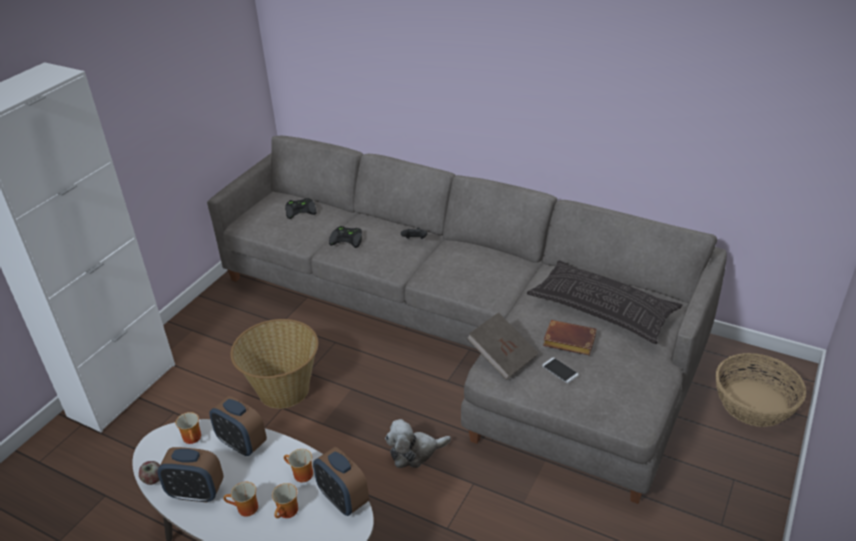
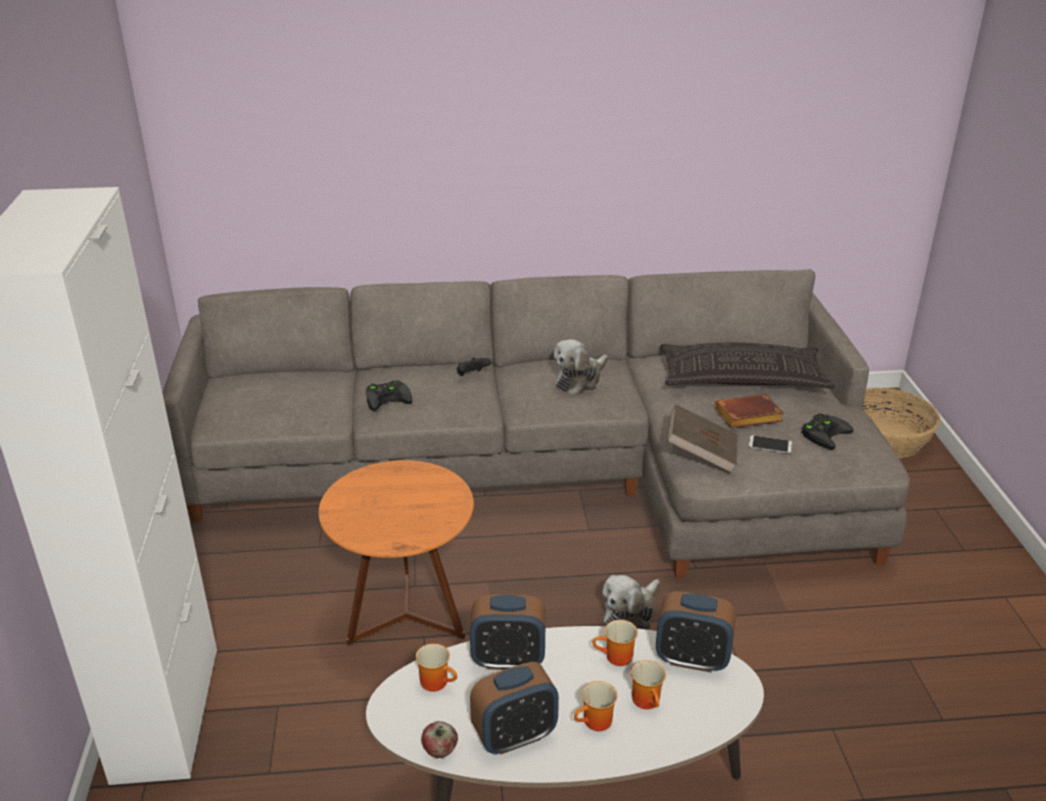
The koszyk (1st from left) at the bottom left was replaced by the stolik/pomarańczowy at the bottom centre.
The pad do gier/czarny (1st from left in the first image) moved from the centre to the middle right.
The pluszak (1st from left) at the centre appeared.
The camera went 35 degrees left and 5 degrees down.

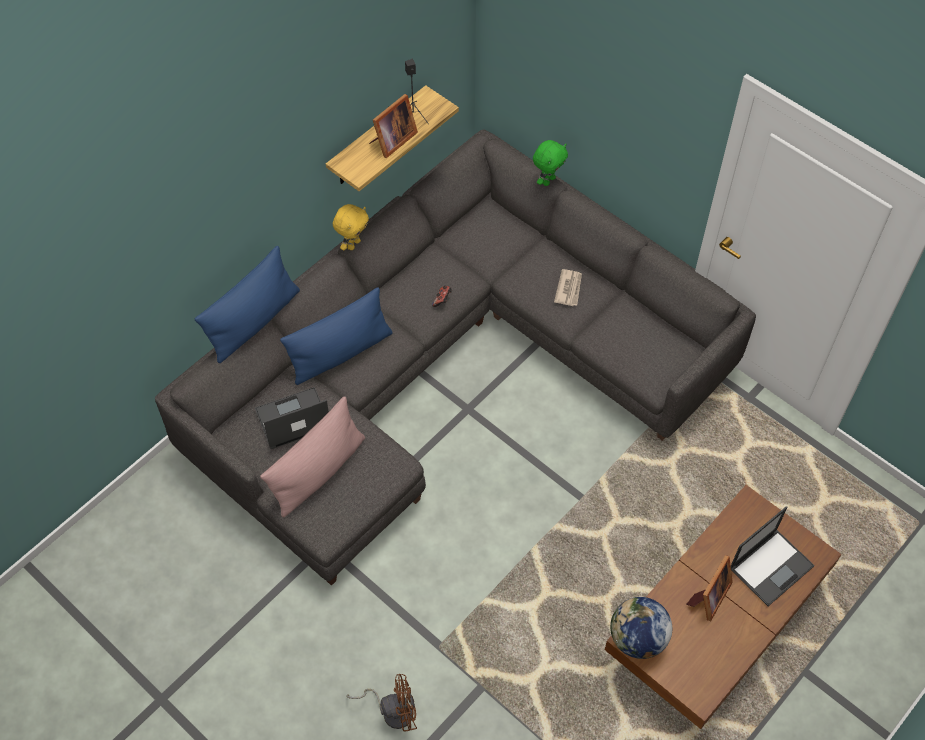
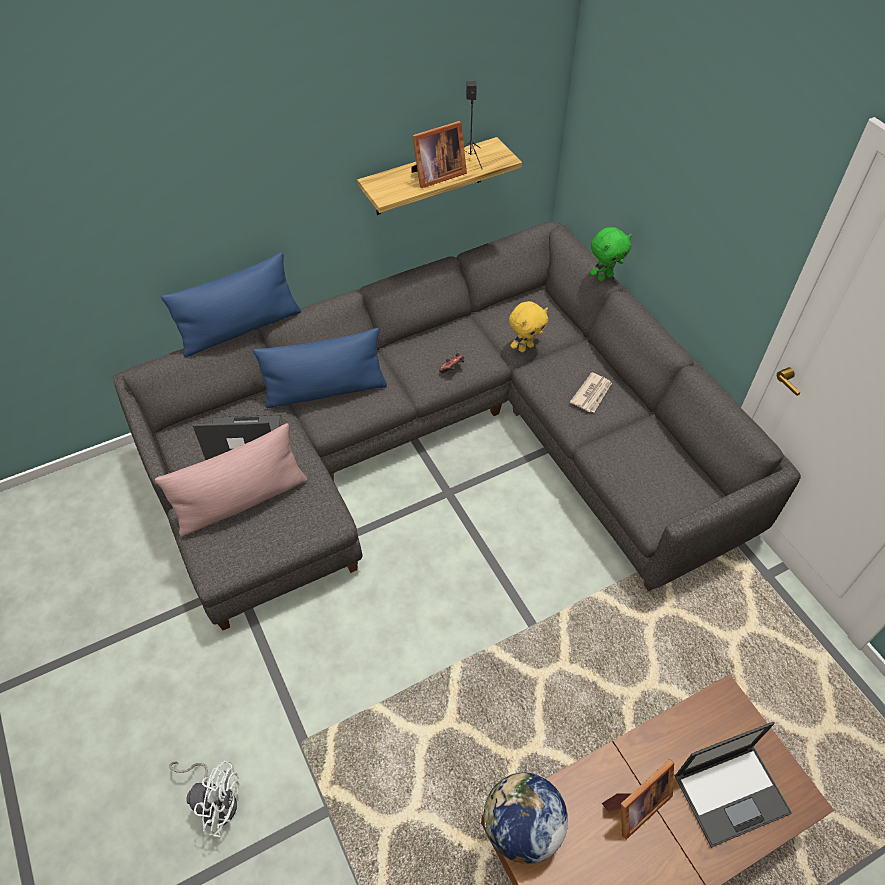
The pluszak/żółty moved from the top centre to the centre.
The wentylator/brązowy at the bottom centre became the wentylator/biały at the bottom left.
The camera went 20 degrees right and 5 degrees down.

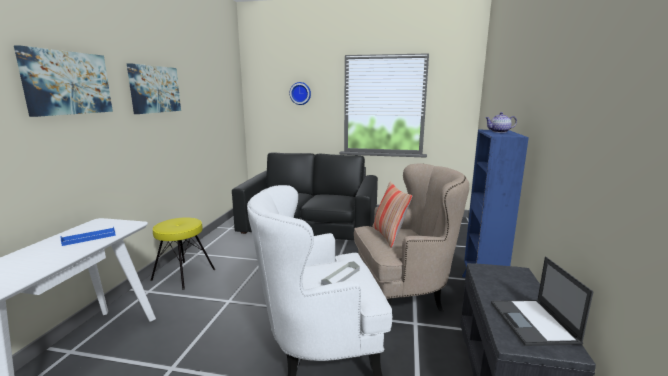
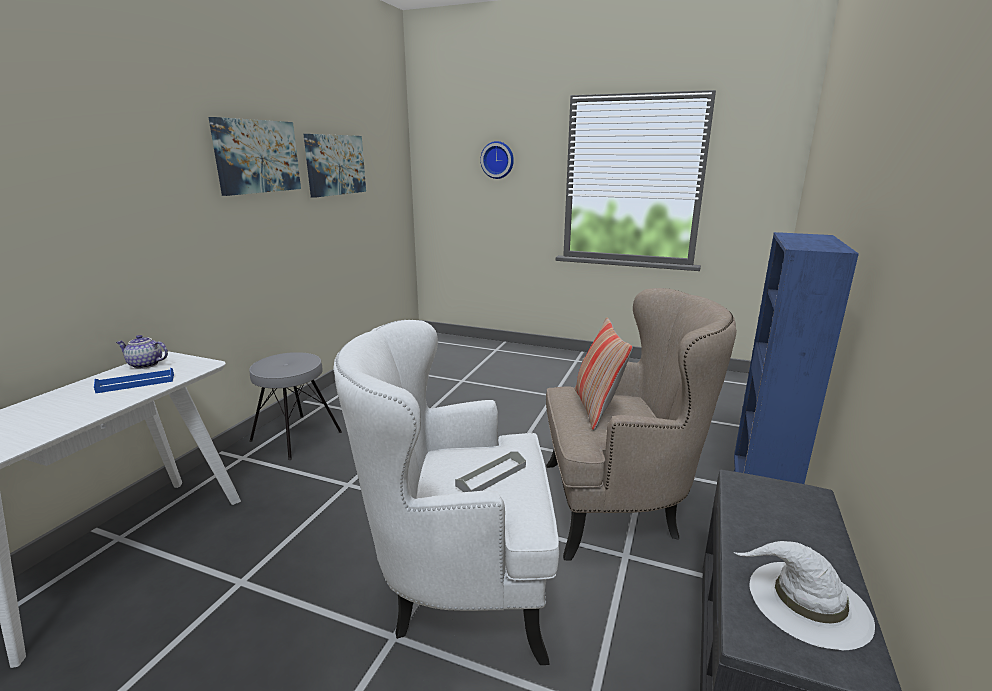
The obraz (1st from left in the first image) moved from the top left to the top centre.
The stołek/żółty at the bottom left became the stołek/szary at the middle left.
The kanapa/czarny at the centre disappeared.
The imbryk moved from the top right to the middle left.
The laptop at the bottom right was replaced by the kapelusz/biały at the bottom right.
The camera went 10 degrees right and 5 degrees up.

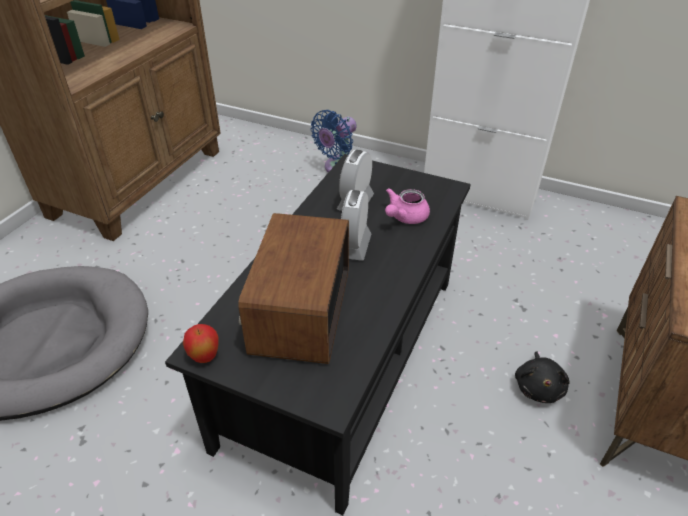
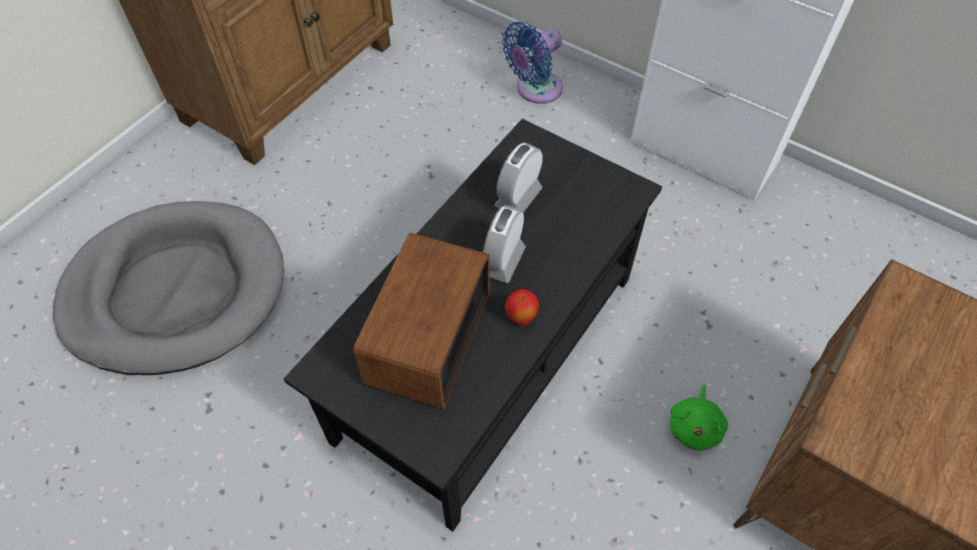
The jabłko moved from the middle left to the centre.
The imbryk/różowy at the centre disappeared.
The pluszak/czarny at the bottom right became the pluszak/zielony at the bottom right.
The camera went 10 degrees right and 15 degrees up.

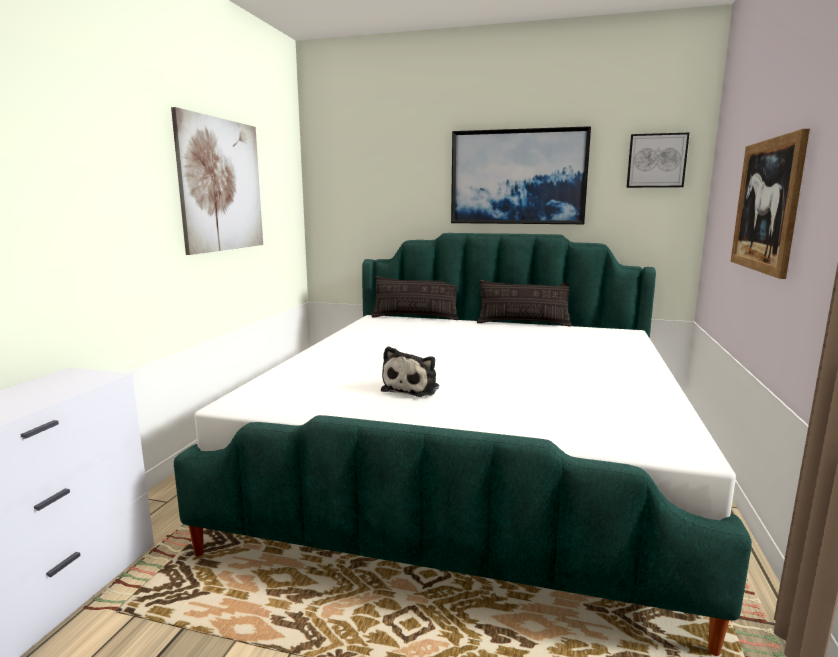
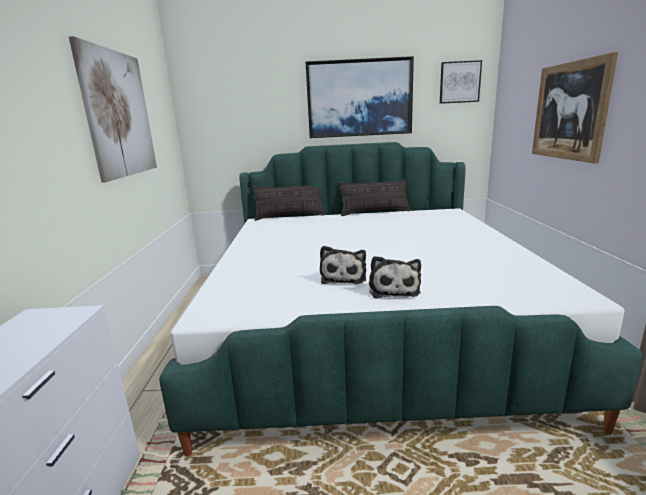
The pluszak (2nd from left) at the centre appeared.
The camera went 15 degrees left and 5 degrees up.

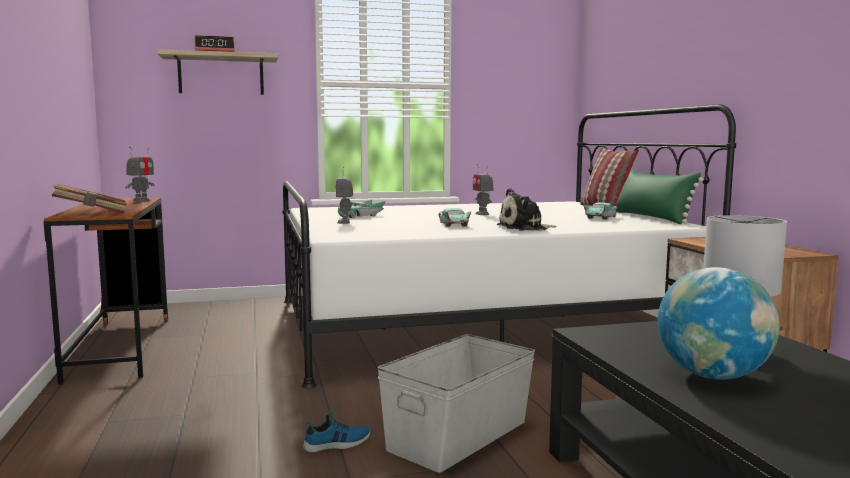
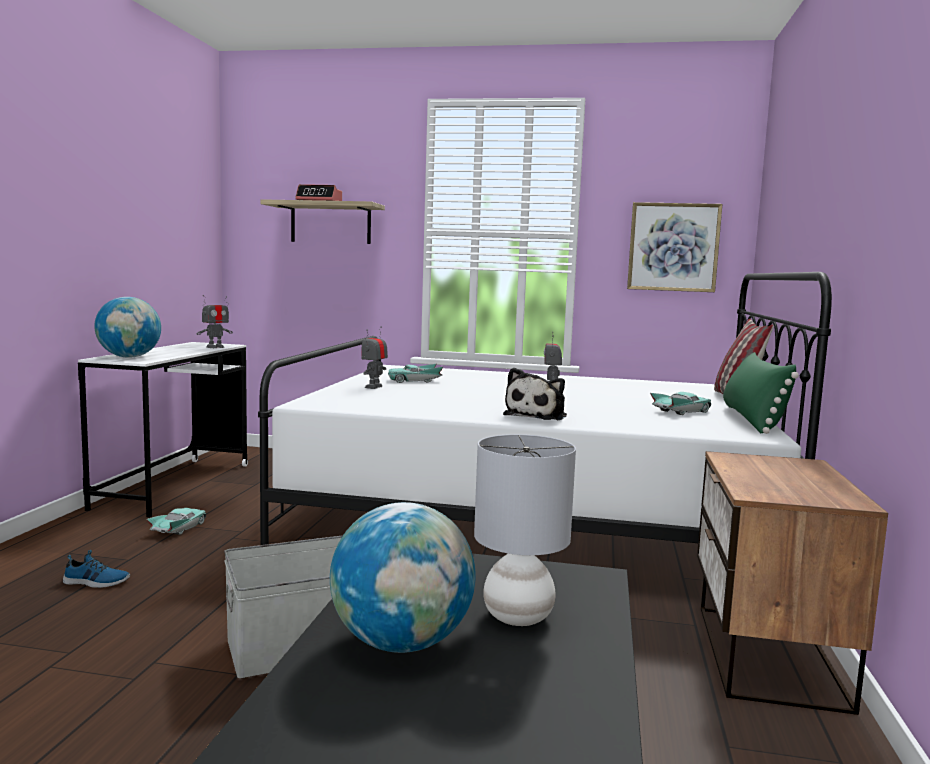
The biurko/brązowy at the middle left became the biurko/biały at the middle left.
The książka/brązowy at the middle left was replaced by the globus (1st from left) at the middle left.
The but moved from the bottom centre to the bottom left.
The samochodzik/turkusowy (2nd from left in the first image) moved from the centre to the bottom left.
The pluszak at the centre turned 75 degrees counterclockwise.
The obraz at the top right appeared.
The camera went 25 degrees right and 0 degrees up.

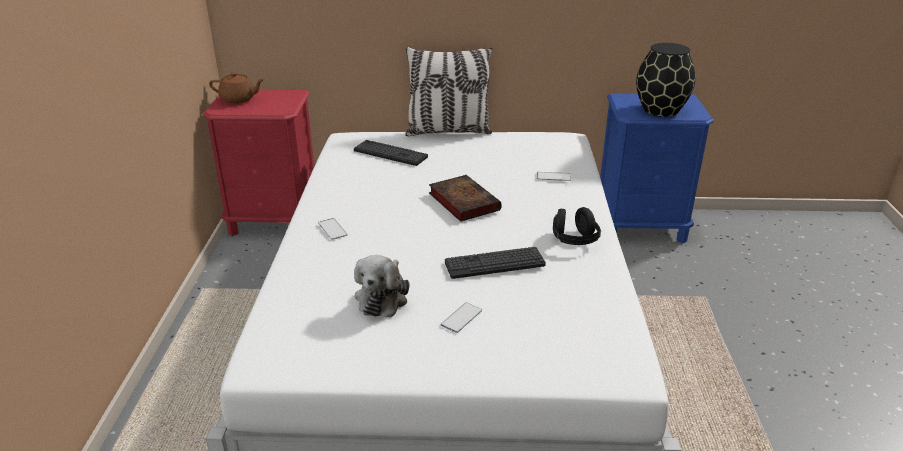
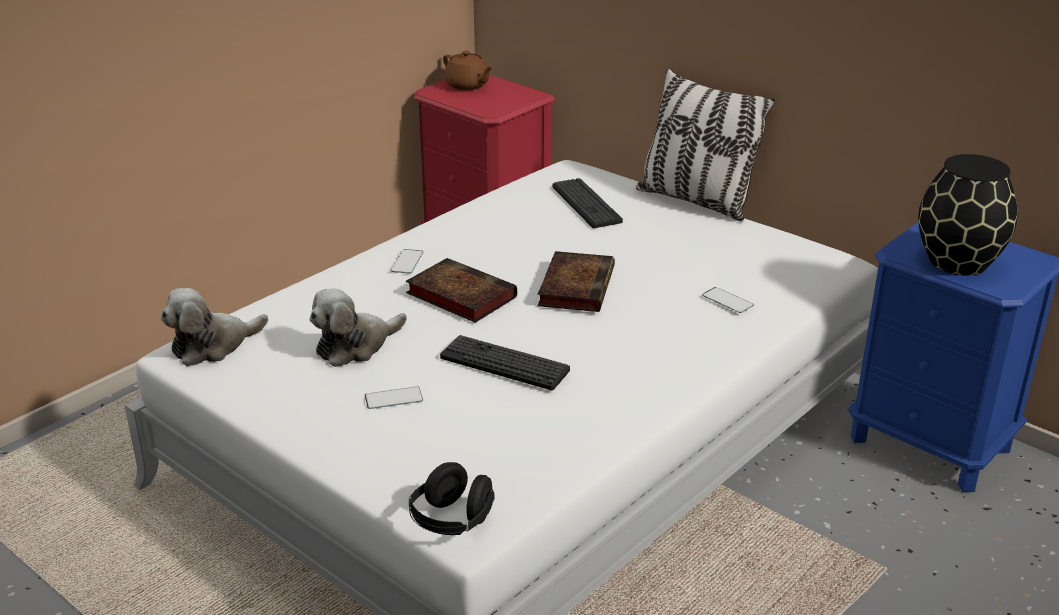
The słuchawki/czarny moved from the centre to the bottom centre.
The pluszak (1st from left) at the middle left appeared.
The książka (1st from left) at the centre appeared.
The camera went 40 degrees right and 0 degrees up.

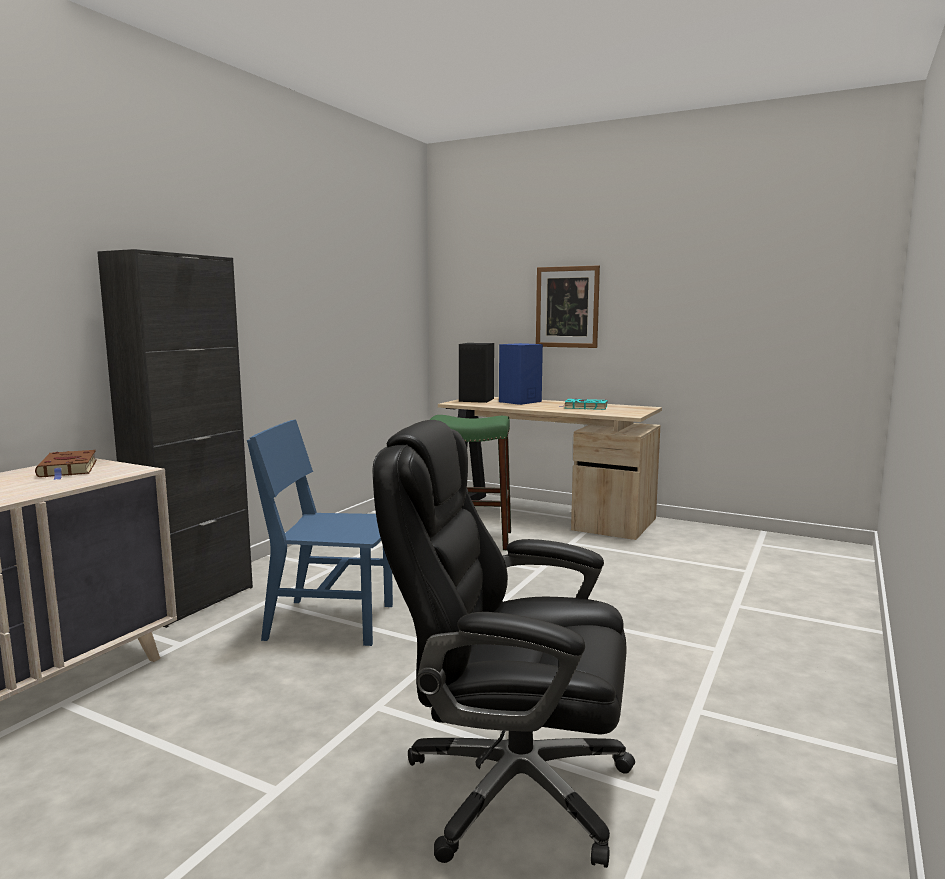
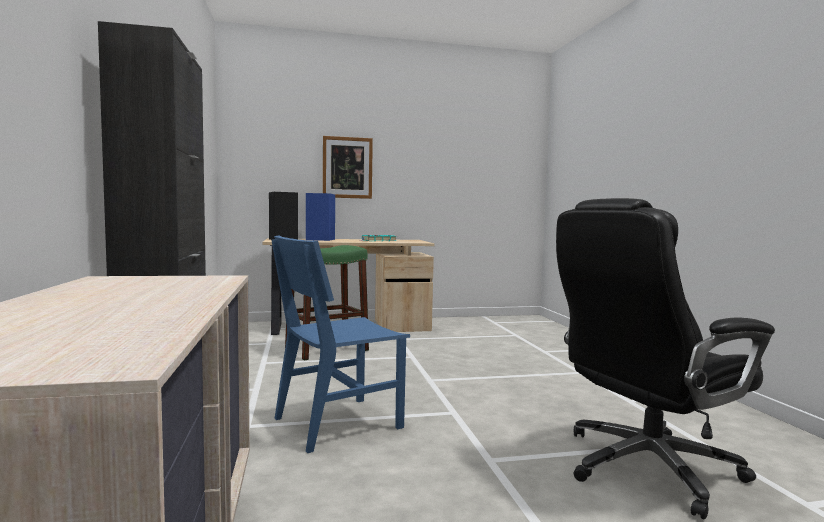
The książka/brązowy at the middle left disappeared.
The camera went 40 degrees left and 5 degrees down.

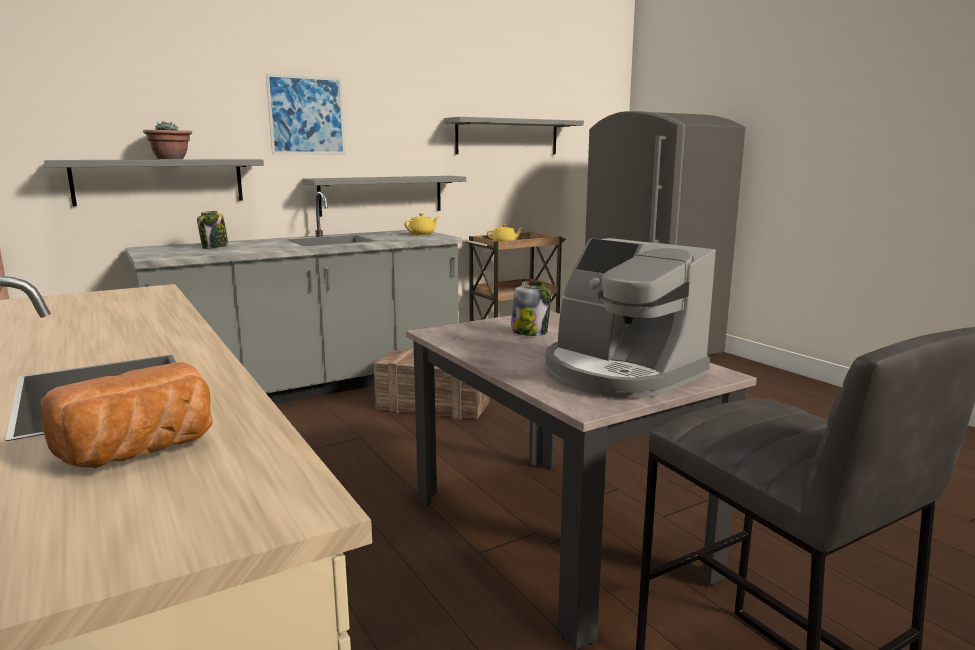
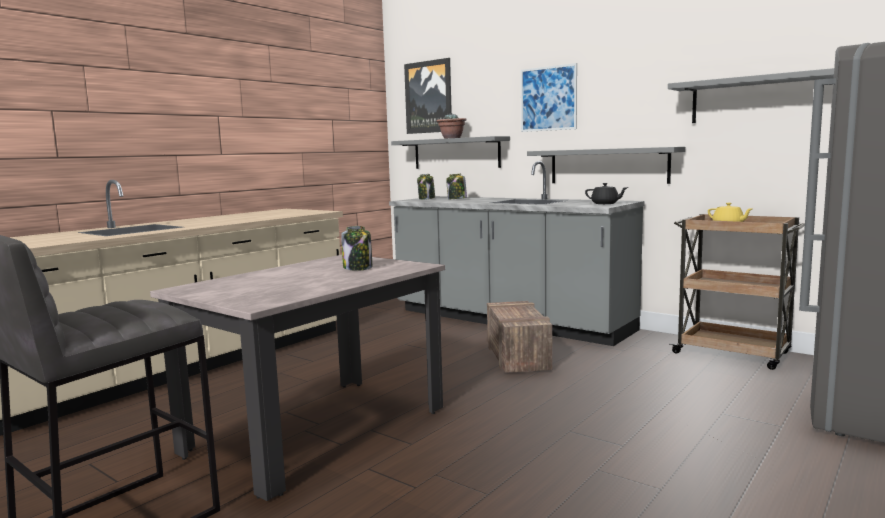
The chleb at the middle left disappeared.
The imbryk/żółty (1st from left) at the centre became the imbryk/czarny at the middle right.
The ekspres do kawy at the centre disappeared.
The obraz (1st from left) at the top centre appeared.
The słoik (2nd from left) at the centre appeared.
The camera went 70 degrees right and 5 degrees down.

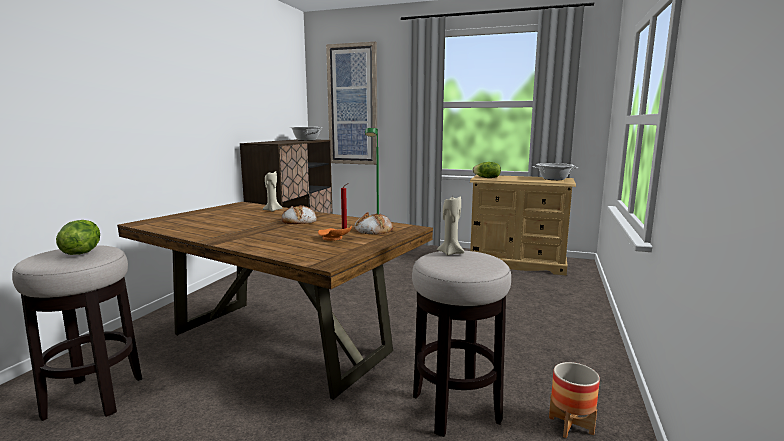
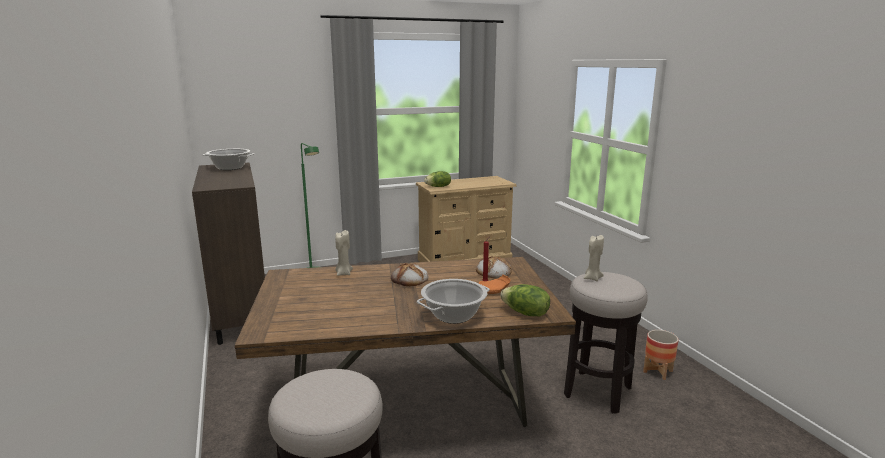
The sałata (1st from left in the first image) moved from the middle left to the centre.
The obraz at the top centre disappeared.
The garnek (2nd from left) moved from the middle right to the centre.
The camera went 40 degrees left and 5 degrees up.

